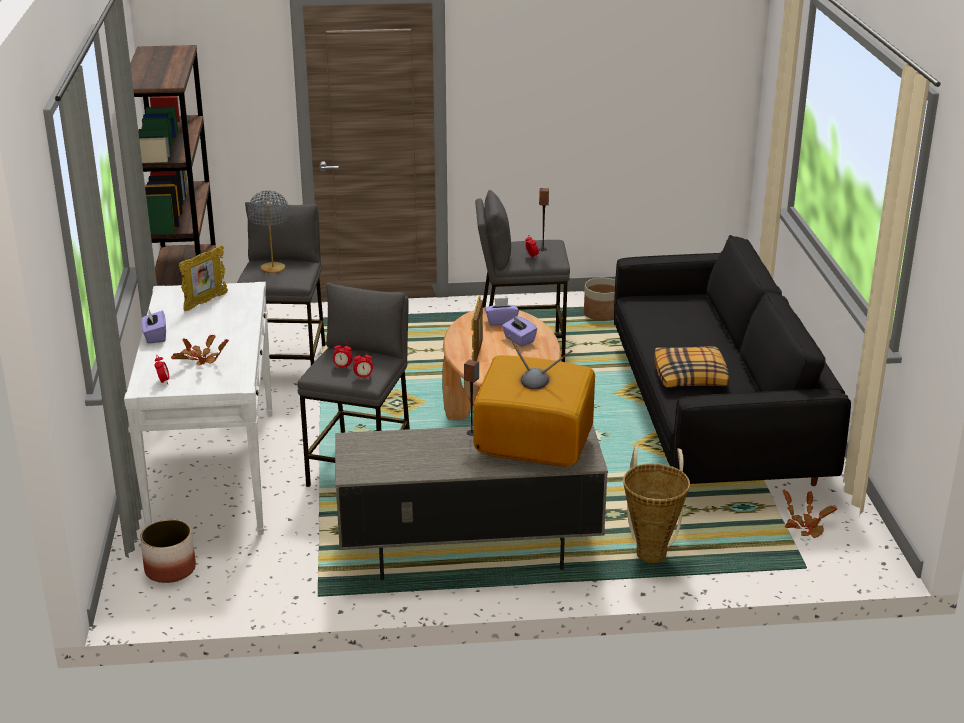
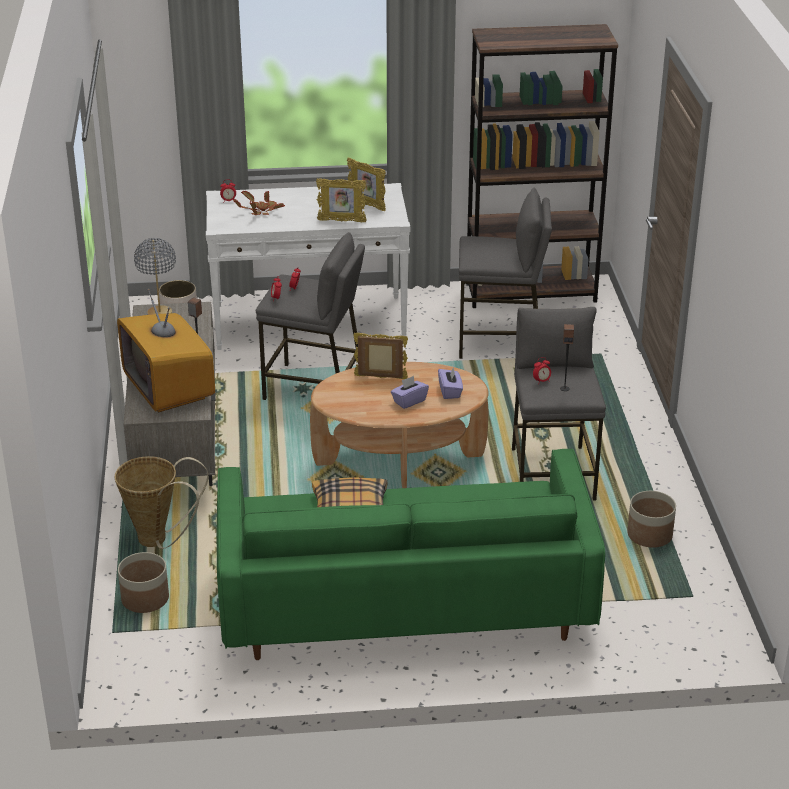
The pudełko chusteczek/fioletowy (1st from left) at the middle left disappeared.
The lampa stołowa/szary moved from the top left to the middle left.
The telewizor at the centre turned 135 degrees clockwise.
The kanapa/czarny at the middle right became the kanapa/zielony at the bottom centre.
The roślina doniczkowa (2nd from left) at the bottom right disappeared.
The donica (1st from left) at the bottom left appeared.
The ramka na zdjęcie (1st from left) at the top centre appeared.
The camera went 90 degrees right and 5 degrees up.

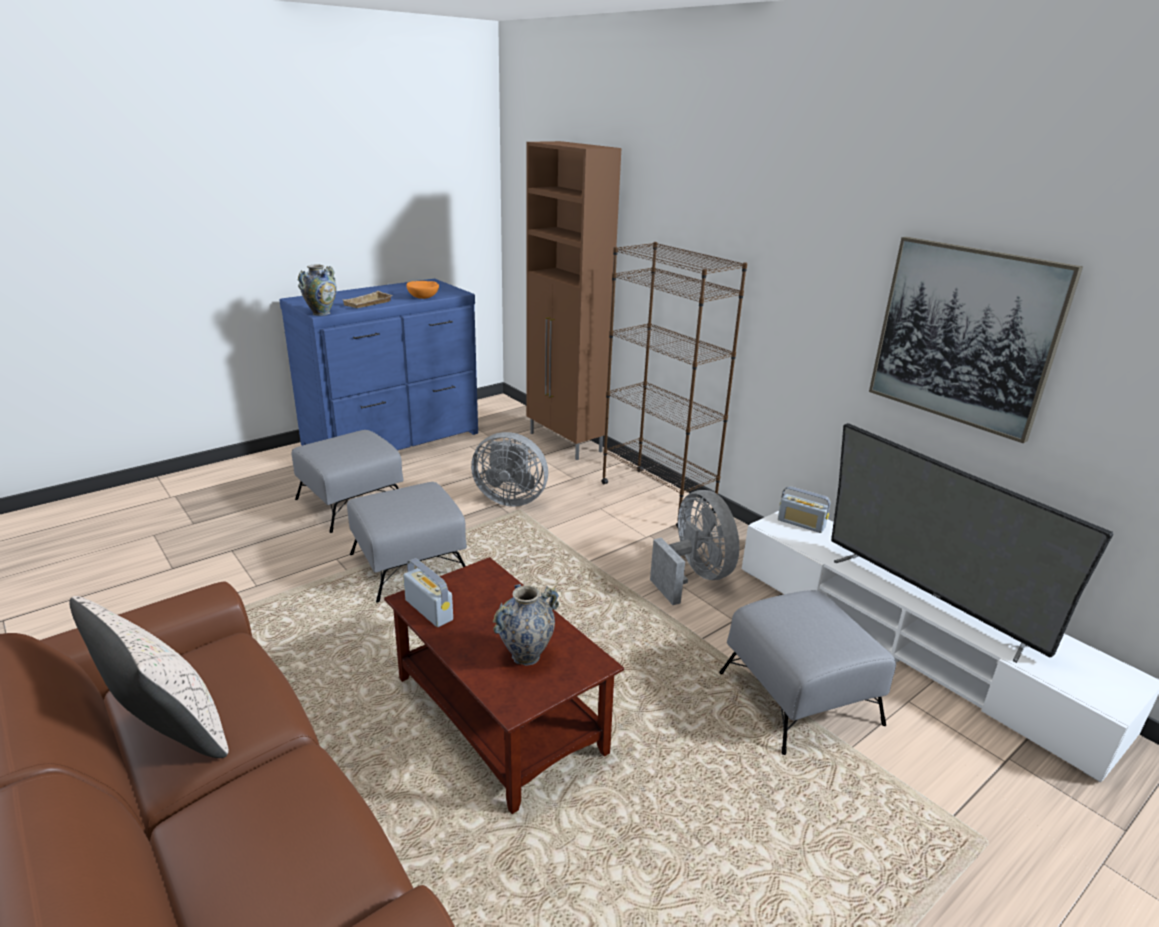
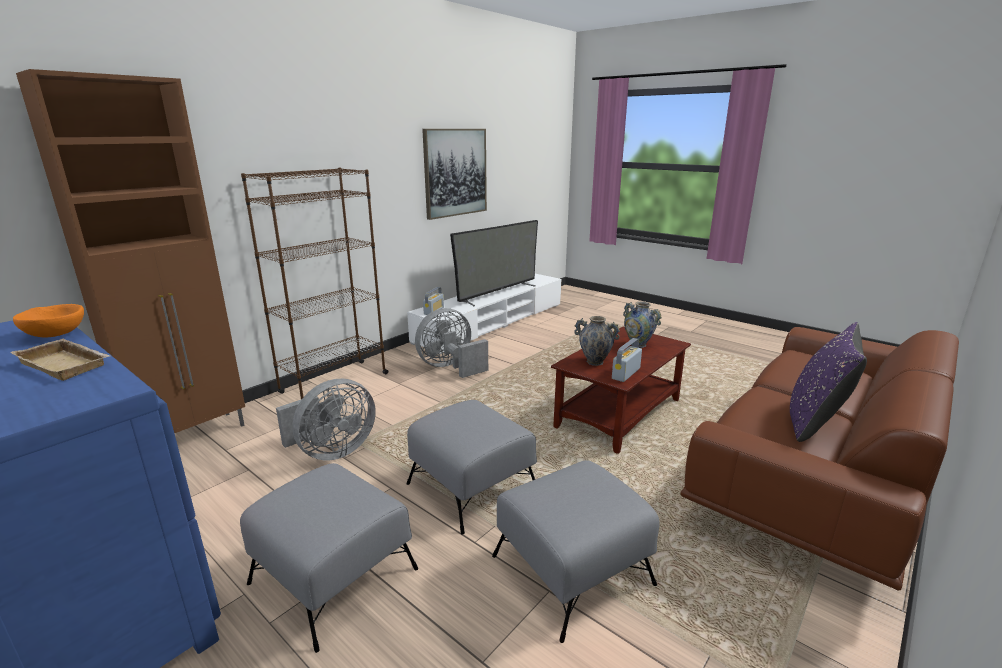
The poduszka/beżowy at the bottom left became the poduszka/fioletowy at the middle right.
The wazon (1st from left) moved from the top left to the centre.
The wentylator/szary (1st from left) at the centre turned 45 degrees clockwise.
The pufa/szary (3rd from left) moved from the bottom right to the bottom centre.
The camera went 100 degrees left and 5 degrees down.

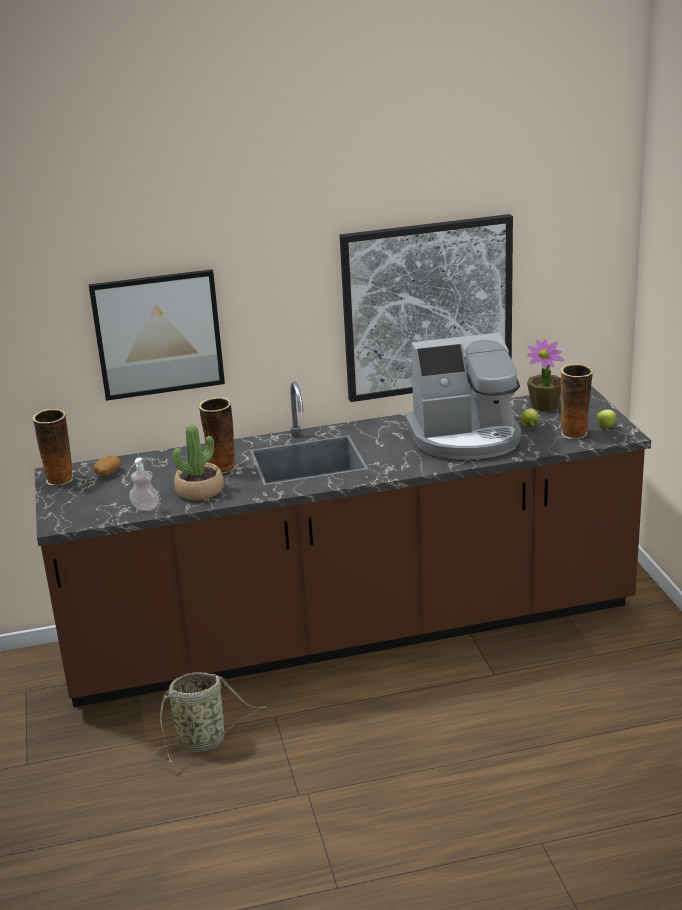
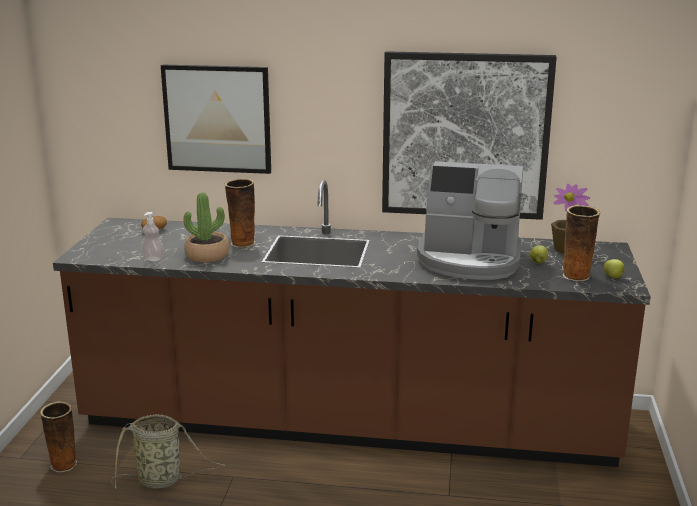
The wazon (1st from left) moved from the middle left to the bottom left.
The camera went 20 degrees right and 5 degrees down.

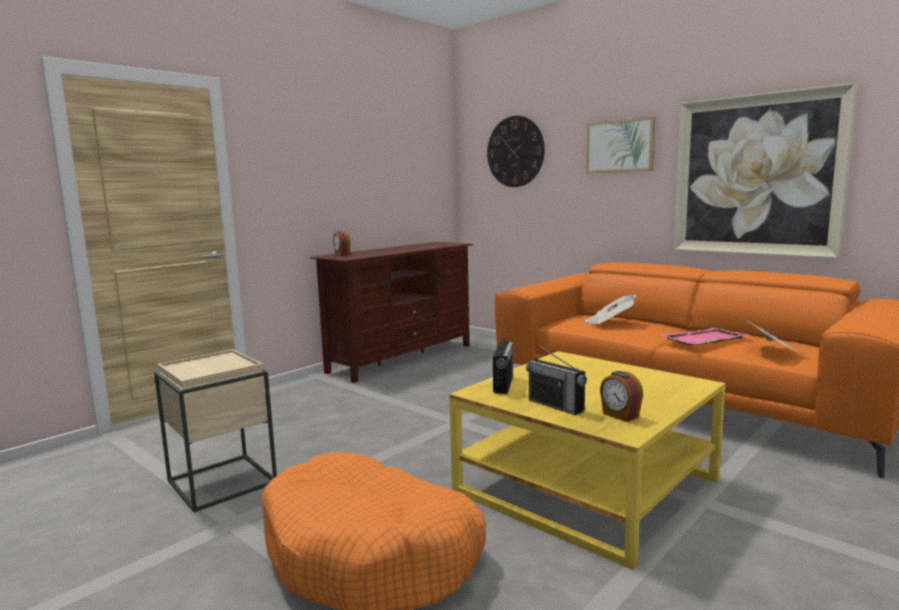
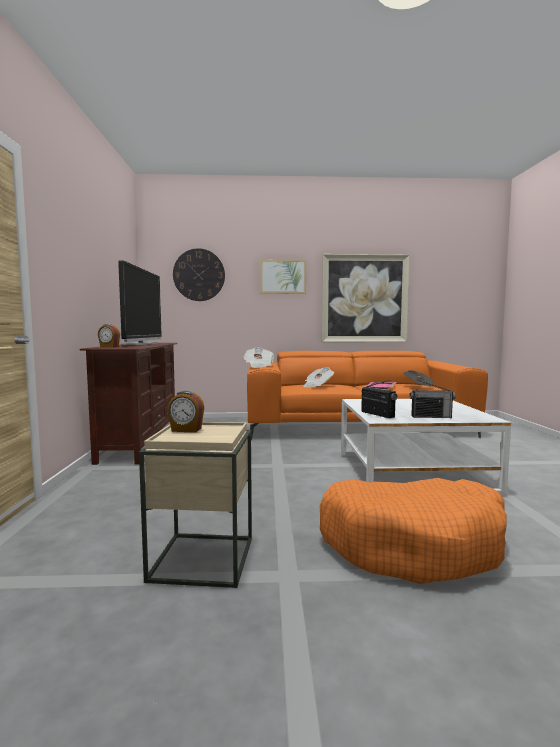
The ława/żółty at the bottom centre became the ława/biały at the middle right.
The budzik (2nd from left) moved from the middle right to the middle left.
The telewizor at the middle left appeared.
The gazeta (1st from left) at the centre appeared.
The camera went 45 degrees left and 5 degrees down.

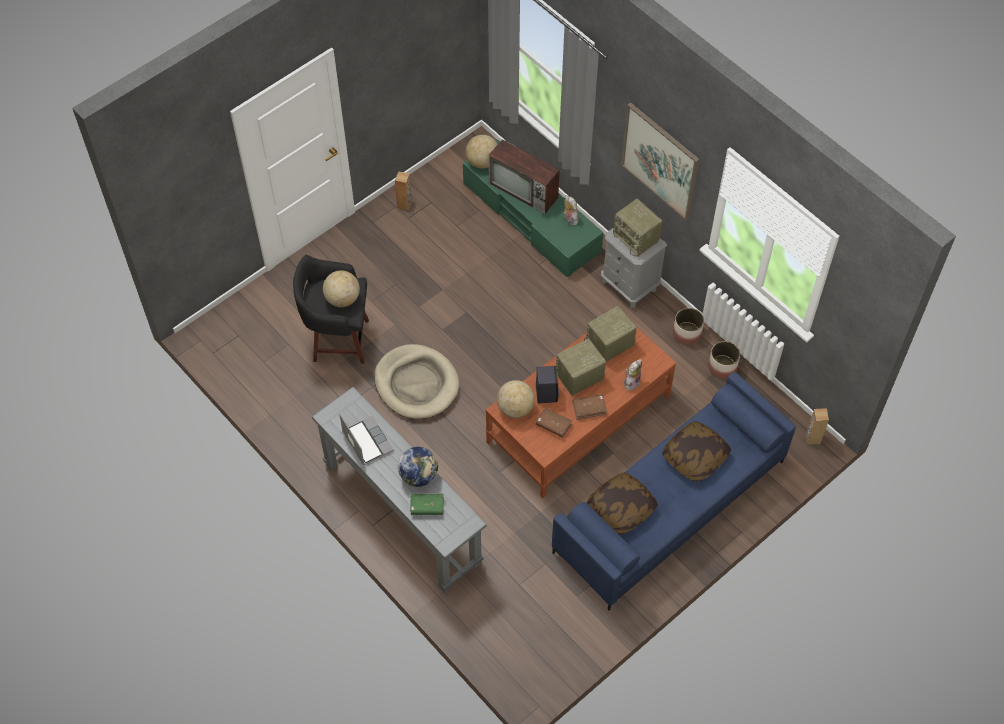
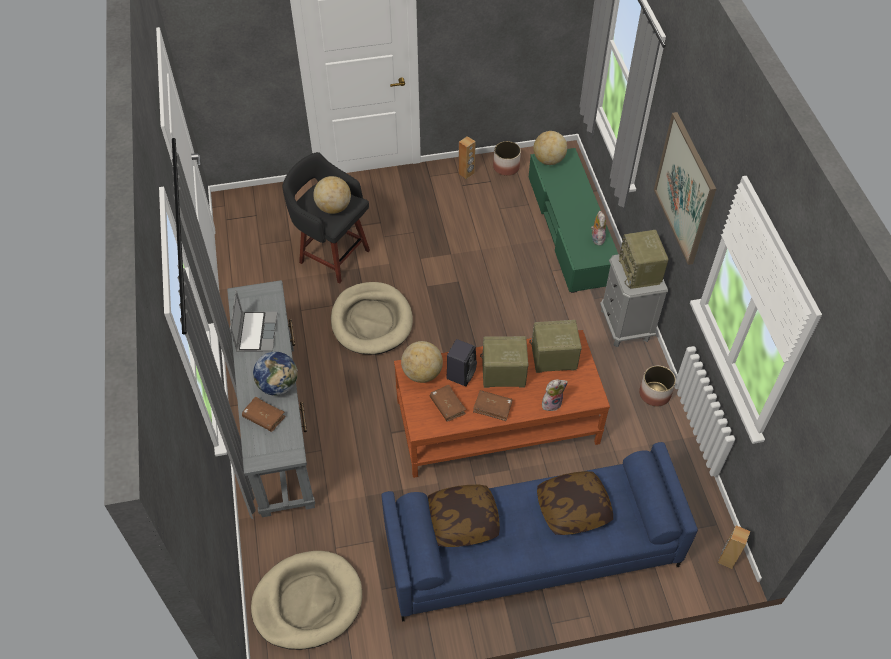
The książka/zielony at the bottom centre became the książka/brązowy (1st from left) at the middle left.
The telewizor at the top centre disappeared.
The donica (2nd from left in the first image) moved from the middle right to the top centre.
The legowisko/beżowy (1st from left) at the bottom centre appeared.
The camera went 30 degrees right and 5 degrees down.

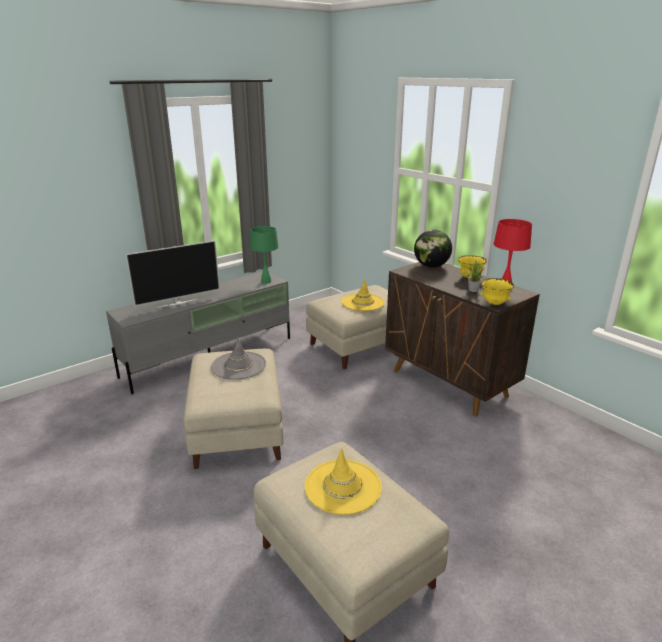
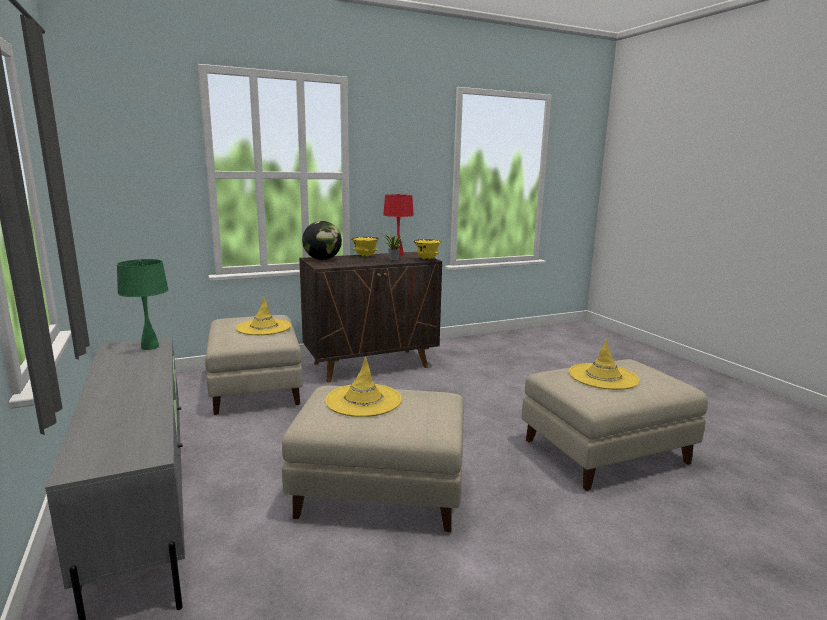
The telewizor at the middle left disappeared.
The kapelusz/szary at the centre became the kapelusz/żółty (2nd from left) at the centre.
The camera went 75 degrees left and 10 degrees down.

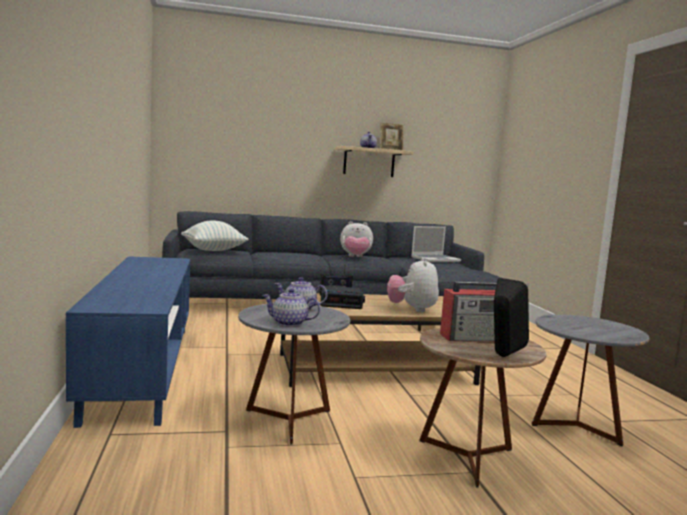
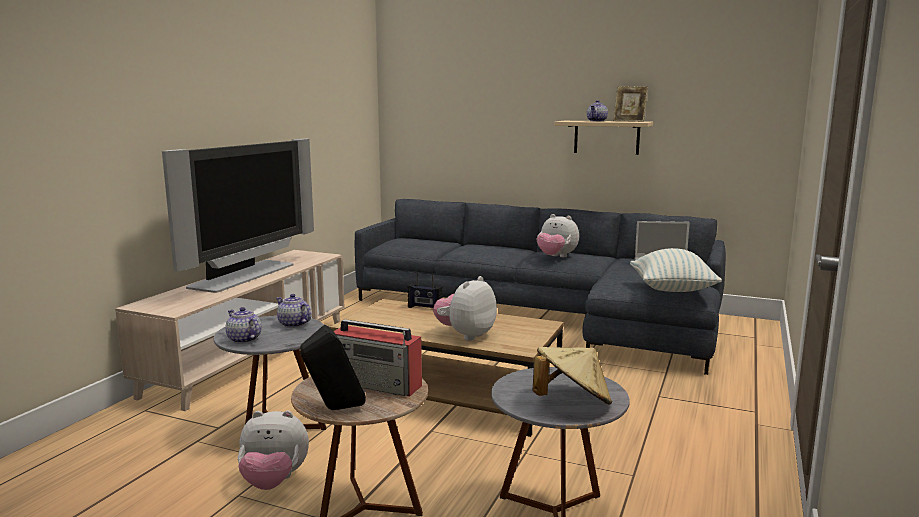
The szafka pod telewizor/niebieski at the middle left became the szafka pod telewizor/beżowy at the middle left.
The poduszka moved from the middle left to the middle right.
The budzik at the centre disappeared.
The telewizor at the middle left appeared.
The pluszak (1st from left) at the bottom left appeared.
The kapelusz/beżowy at the bottom centre appeared.
The camera went 35 degrees right and 5 degrees up.

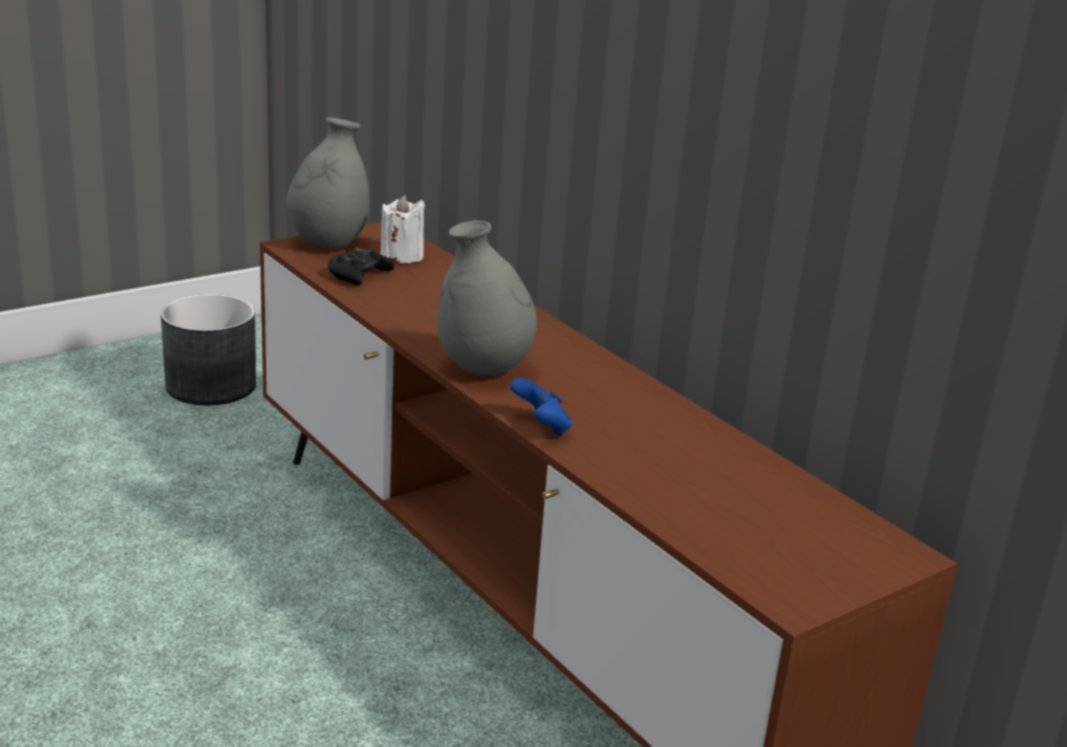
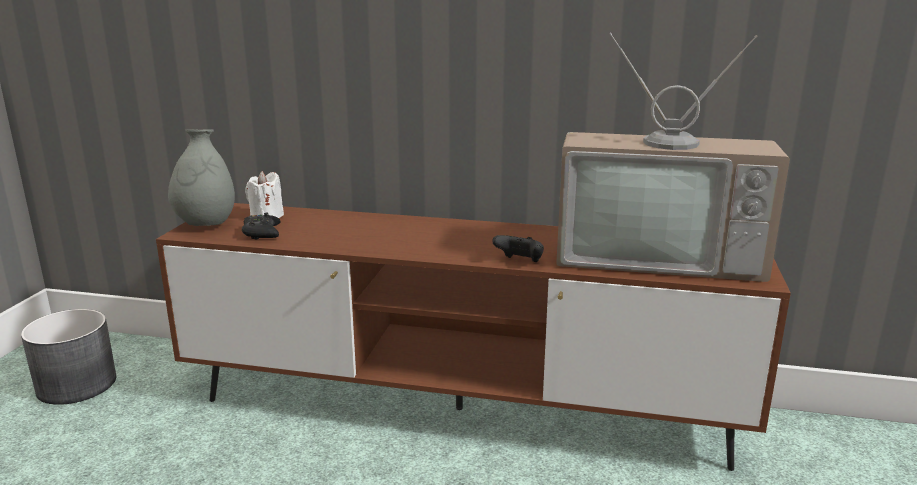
The wazon/szary (2nd from left) at the centre disappeared.
The pad do gier/niebieski at the centre became the pad do gier/czarny (2nd from left) at the centre.
The telewizor at the top right appeared.
The camera went 40 degrees left and 5 degrees down.

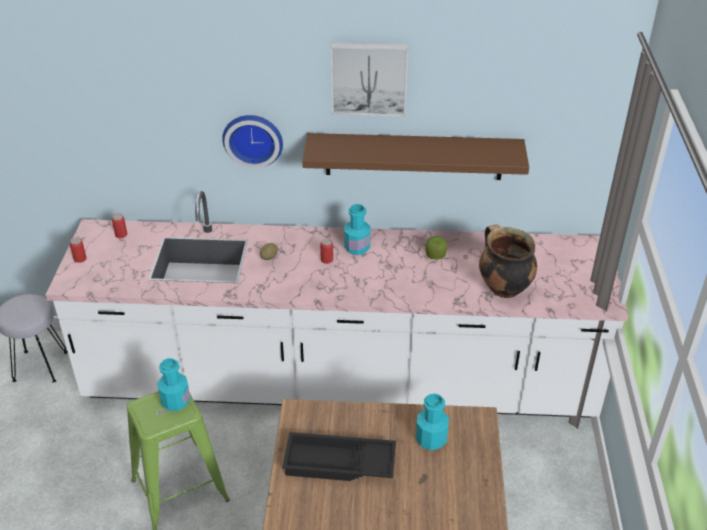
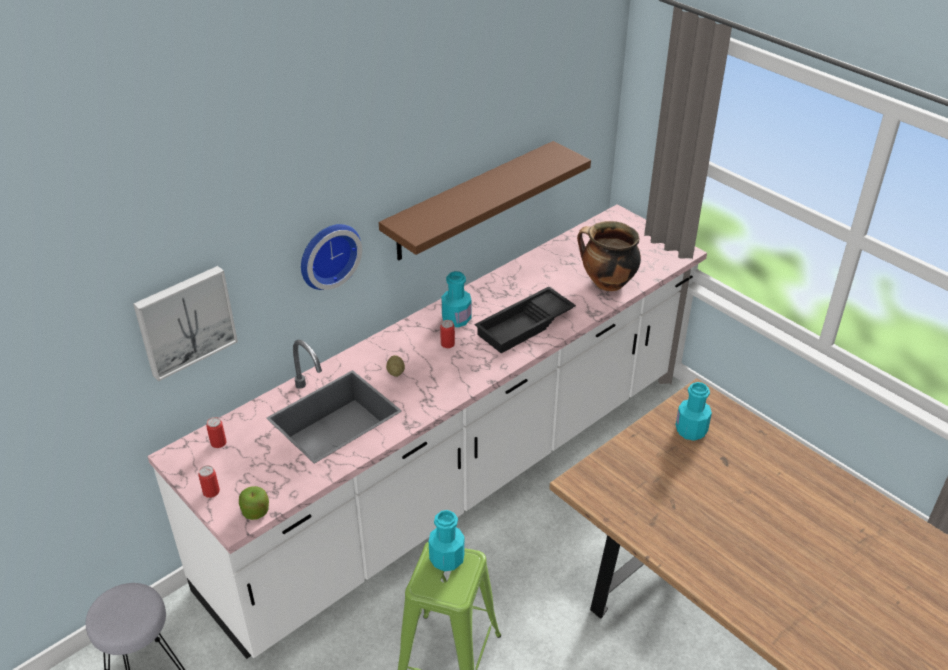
The taca/czarny moved from the bottom centre to the centre.
The obraz moved from the top centre to the middle left.
The jabłko moved from the centre to the bottom left.
The camera went 45 degrees left and 0 degrees up.

